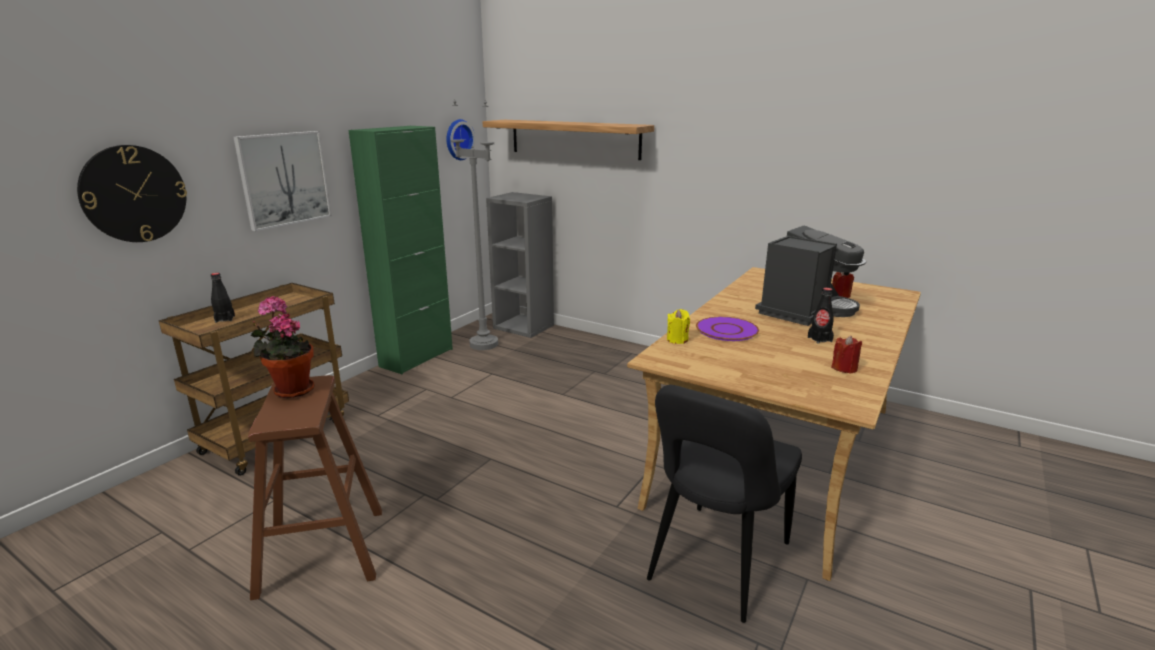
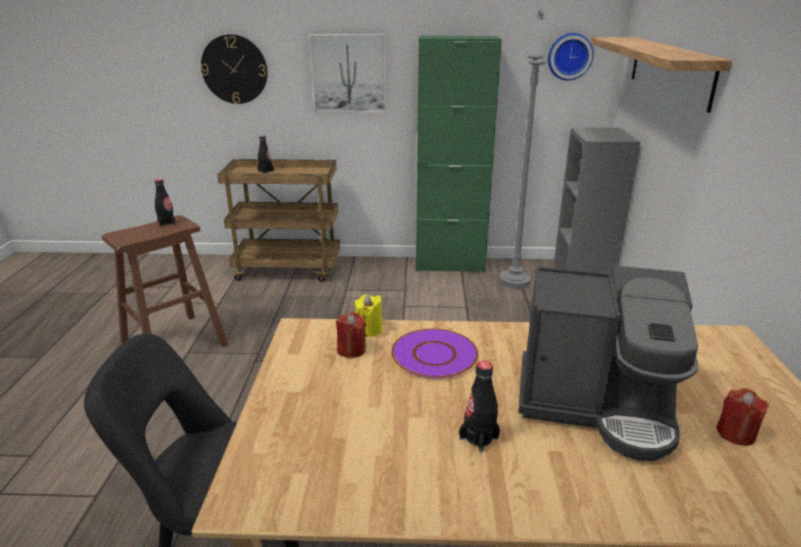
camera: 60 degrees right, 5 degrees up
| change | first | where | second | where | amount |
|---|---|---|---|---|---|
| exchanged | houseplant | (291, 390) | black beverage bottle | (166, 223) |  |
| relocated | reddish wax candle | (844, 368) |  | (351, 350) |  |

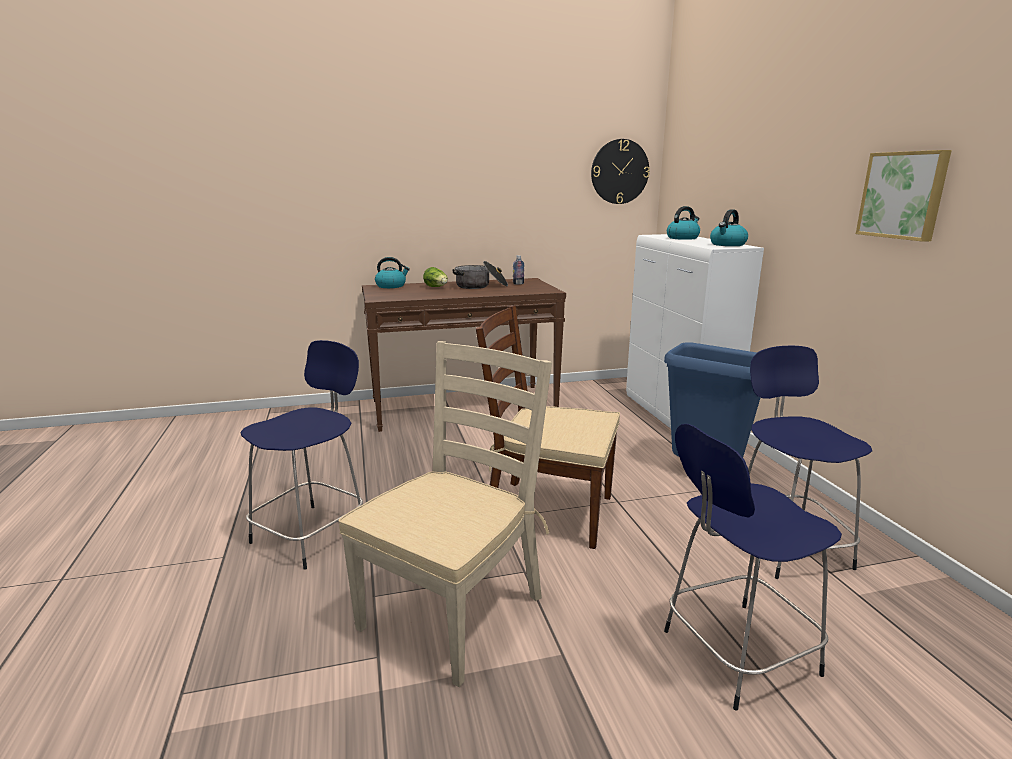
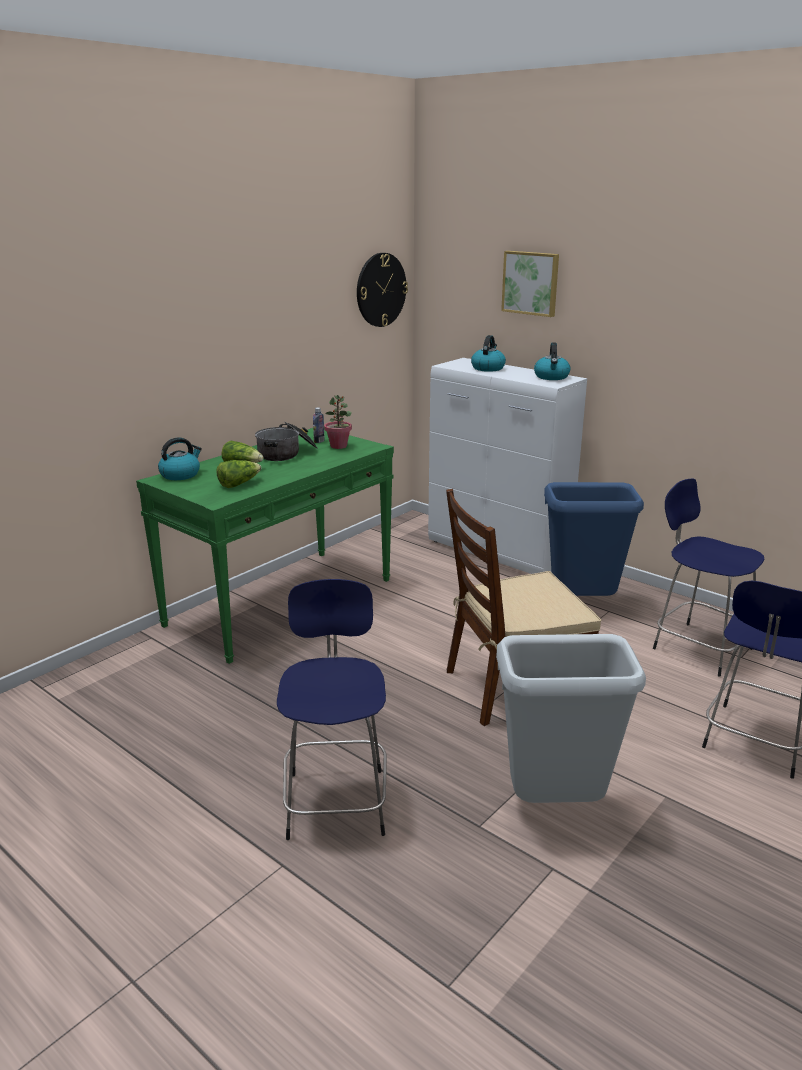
camera: 35 degrees left, 5 degrees up
| change | first | where | second | where | amount |
|---|---|---|---|---|---|
| exchanged | beige upright chair | (453, 611) | grey rubbish bin | (556, 805) |  |
| colour | brownish narrow table | (464, 406) | green-coloured narrow table | (281, 601) |  |
| relocated | wall art | (903, 195) |  | (531, 283) |  |
| appeared |  |  | lettuce head | (239, 484) |  |
| appeared |  |  | houseplant | (338, 446) |  |

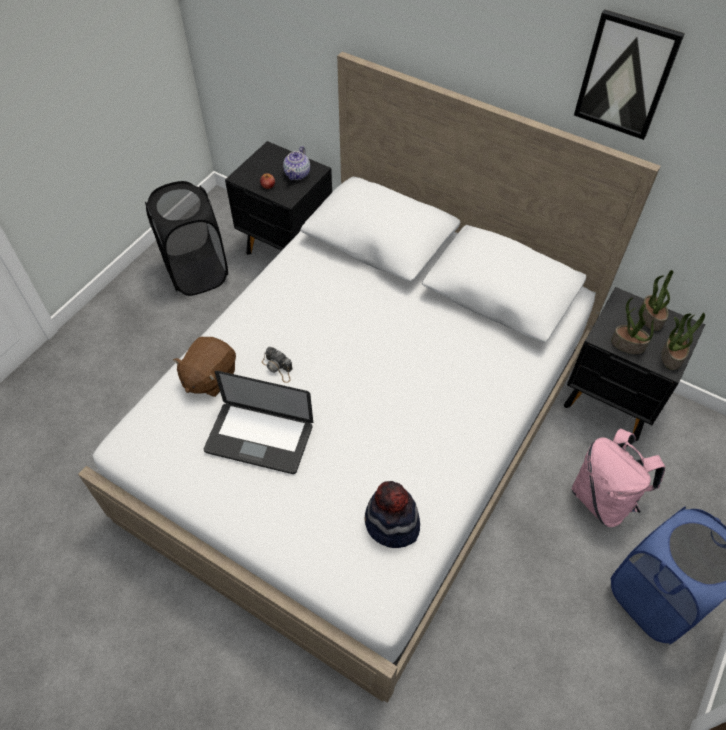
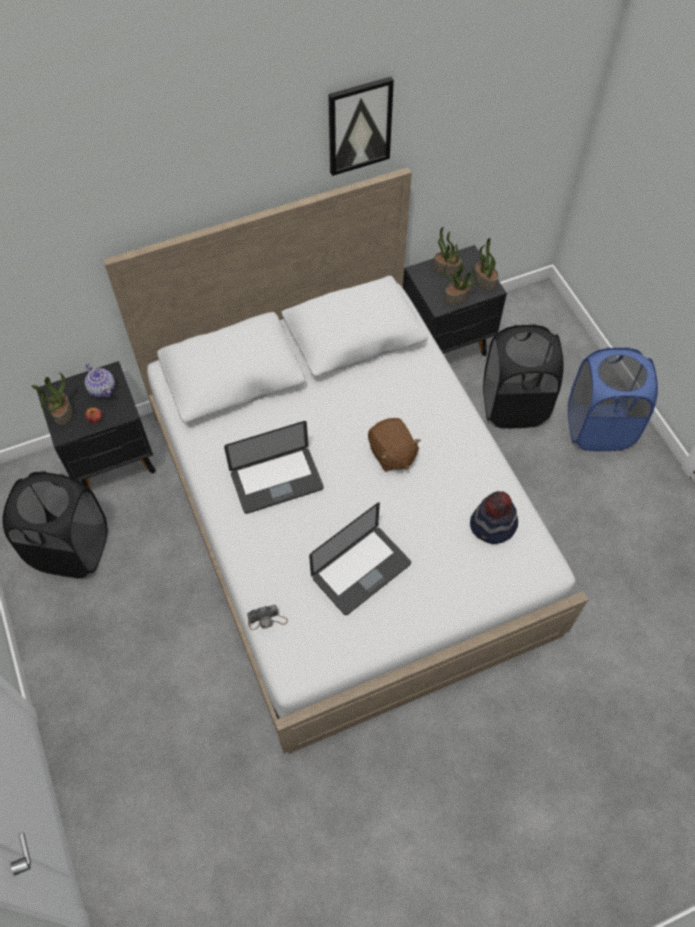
camera: 55 degrees left, 5 degrees up
| change | first | where | second | where | amount |
|---|---|---|---|---|---|
| relocated | brownish cuddly toy | (209, 377) |  | (391, 454) |  |
| relocated | photo camera | (278, 368) |  | (267, 620) |  |
| exchanged | pink-coloured backpack | (603, 499) | black hamper | (513, 405) |  |
| appeared |  |  | houseplant | (62, 412) |  |
| appeared |  |  | portable computer | (276, 481) |  |

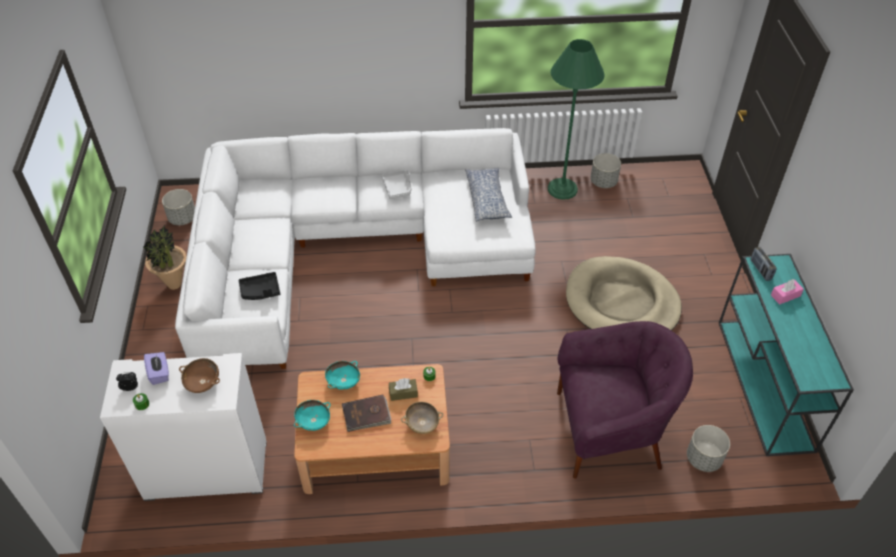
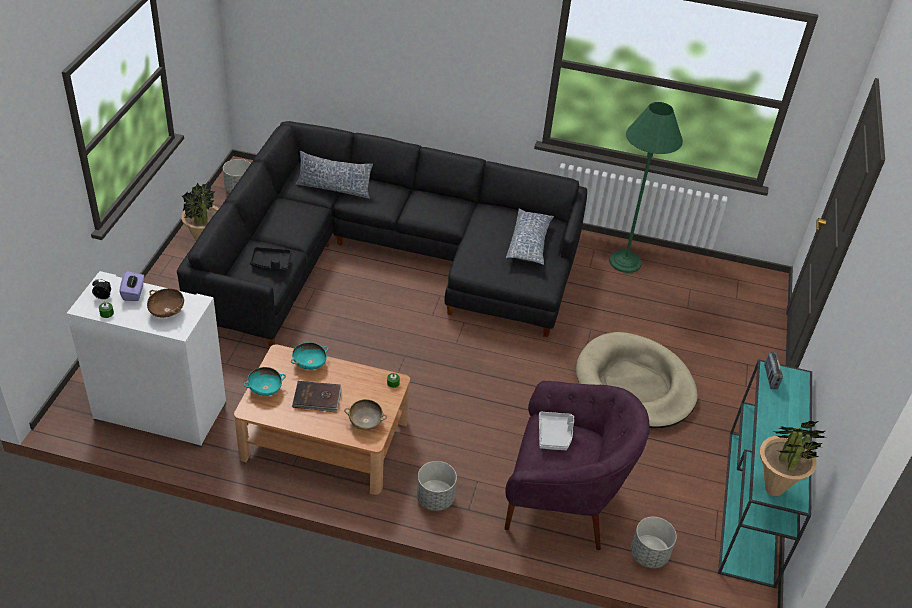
camera: 15 degrees right, 5 degrees down
| change | first | where | second | where | amount |
|---|---|---|---|---|---|
| colour | white-coloured sofa | (351, 247) | black sofa | (385, 258) |  |
| relocated | grey serving tray | (398, 188) |  | (555, 435) |  |
| missing | brownish tissue holder | (403, 393) |  |  |  |
| relocated | grey flower pot | (603, 182) |  | (435, 498) |  |
| missing | pink-coloured tissue holder | (785, 295) |  |  |  |
| appeared |  |  | throw pillow | (334, 188) |  |
| appeared |  |  | houseplant | (774, 489) |  |

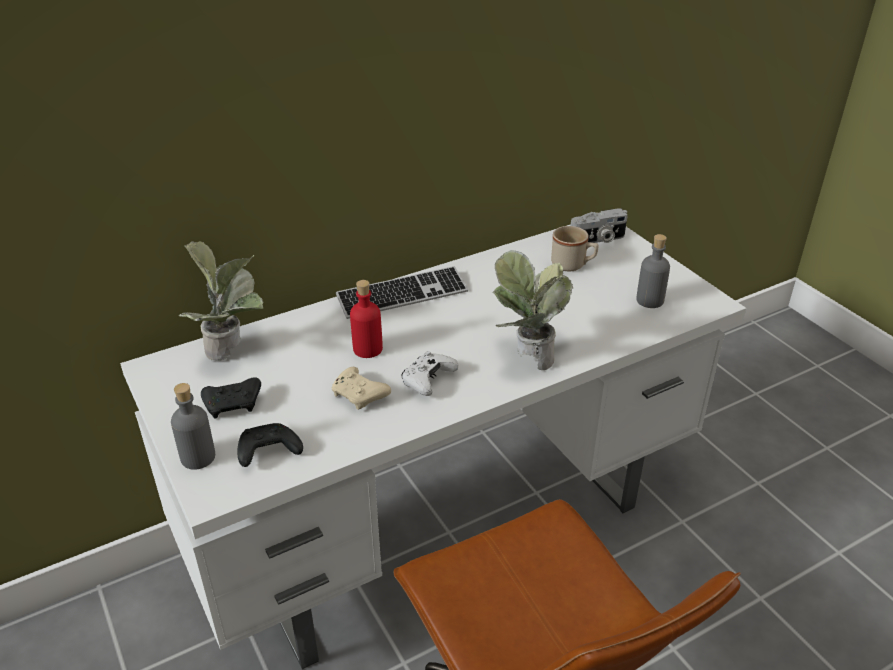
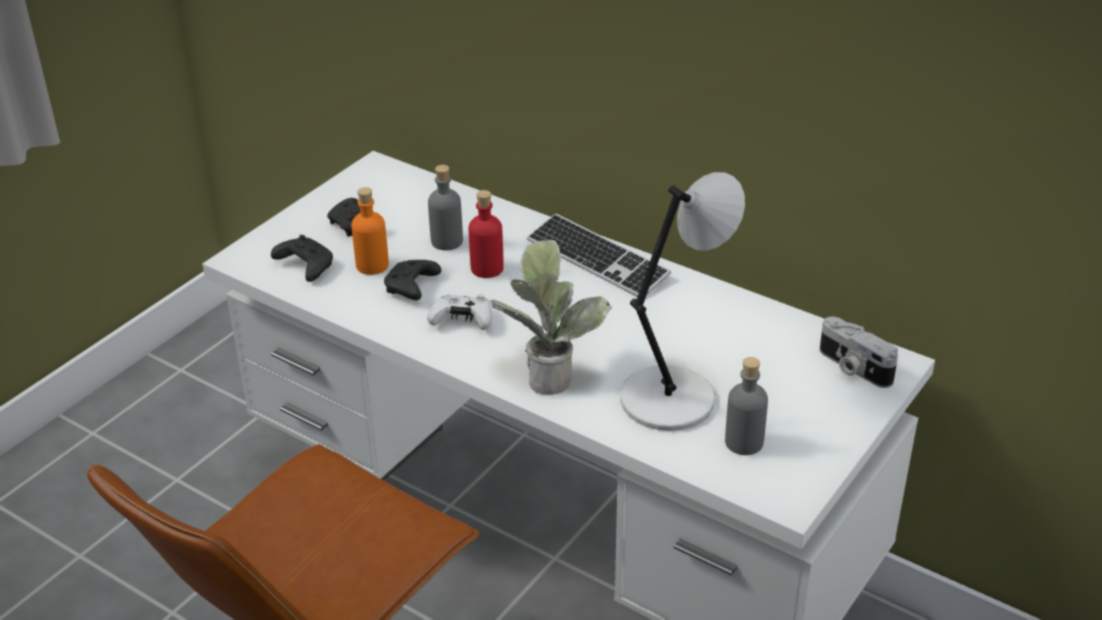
camera: 65 degrees right, 0 degrees up
| change | first | where | second | where | amount |
|---|---|---|---|---|---|
| relocated | grey beverage bottle | (198, 457) |  | (447, 241) |  |
| missing | houseplant | (233, 351) |  |  |  |
| colour | beige game controller | (360, 396) | black game controller | (411, 288) |  |
| missing | beige coffee mug | (573, 265) |  |  |  |
| appeared |  |  | orange beverage bottle | (372, 265) |  |
| appeared |  |  | grey lamp for a table | (672, 397) |  |

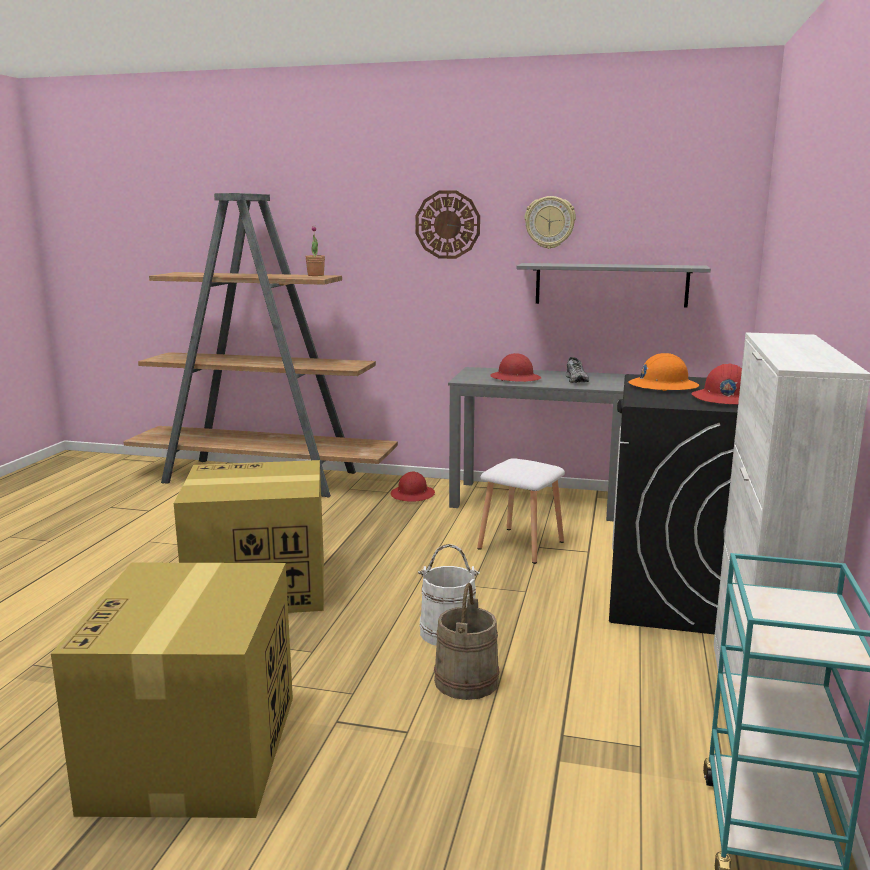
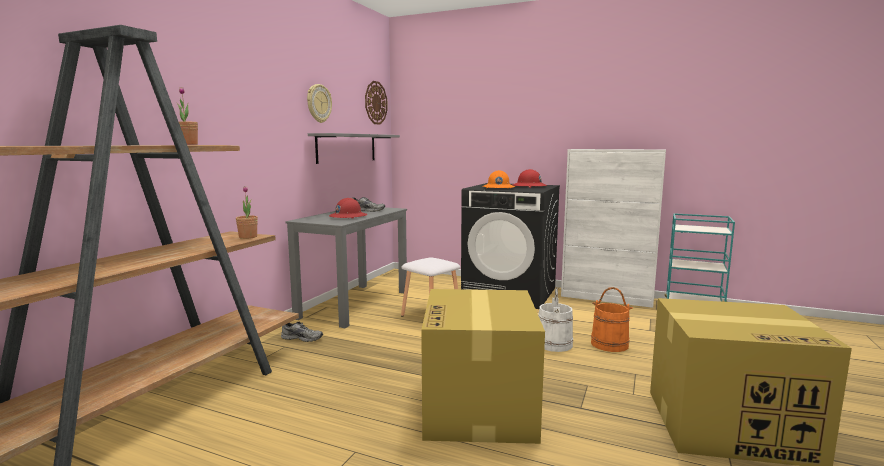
camera: 80 degrees left, 5 degrees down
| change | first | where | second | where | amount |
|---|---|---|---|---|---|
| exchanged | reddish hard hat | (413, 494) | grey item of footwear | (303, 338) |  |
| relocated | clock on the wall | (447, 224) |  | (375, 103) |  |
| colour | beige bucket | (467, 681) | orange bucket | (609, 344) |  |
| appeared |  |  | houseplant | (248, 237) |  |

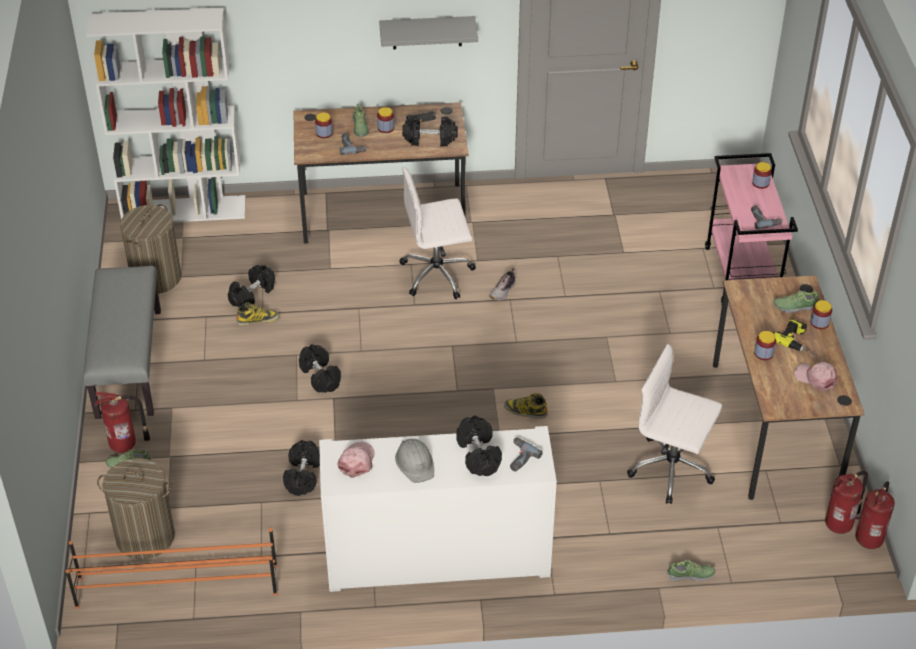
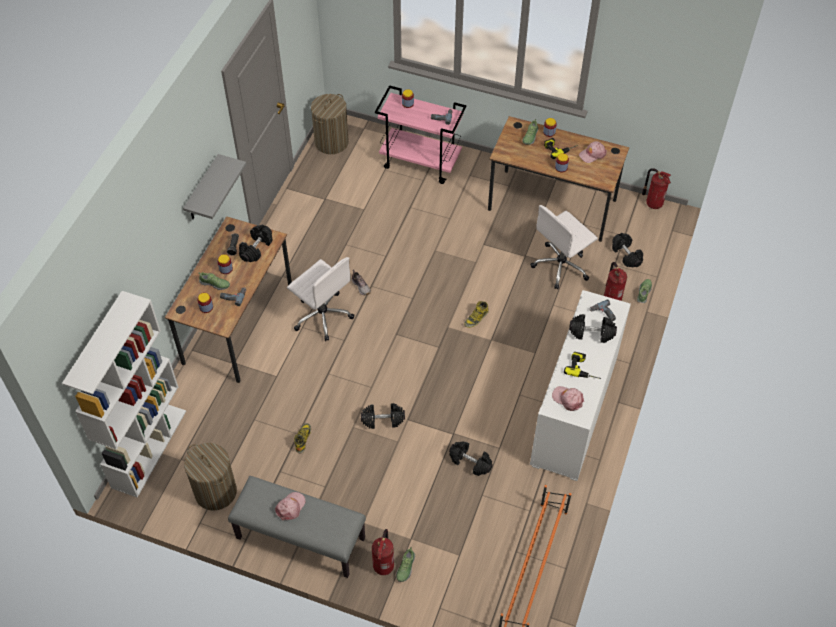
camera: 65 degrees left, 10 degrees up
| change | first | where | second | where | amount |
|---|---|---|---|---|---|
| relocated | hamper | (145, 536) |  | (331, 142) |  |
| relocated | black hand weight | (252, 294) |  | (626, 255) |  |
| exchanged | grey hard hat | (415, 463) | drill | (583, 368) |  |
| spun | white-coloured office chair | (438, 274) |  | (322, 315) | 60 degrees counterclockwise |
| relocated | fire-fighting cylinder | (840, 524) |  | (612, 298) |  |
| appeared |  |  | pink-coloured baseball cap | (290, 507) |  |

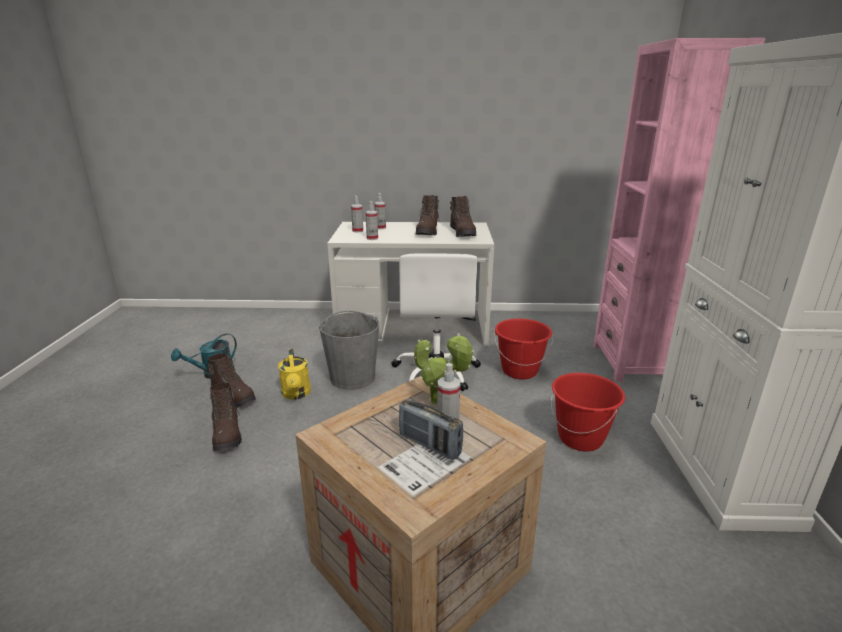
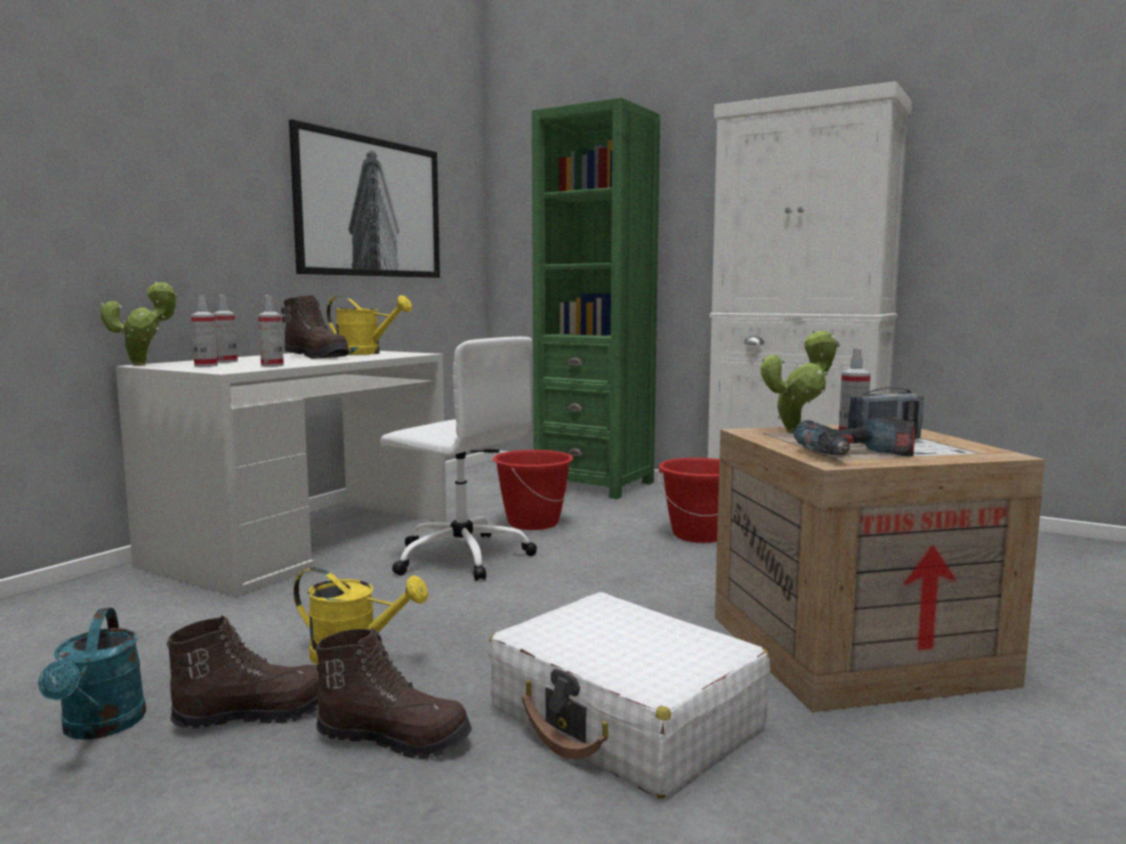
camera: 60 degrees left, 15 degrees down
| change | first | where | second | where | amount |
|---|---|---|---|---|---|
| missing | grey bucket | (352, 377) |  |  |  |
| exchanged | brownish boot | (463, 233) | yellow-coloured watering pot | (366, 353) |  |
| colour | pink-coloured bookshelf | (635, 362) | green-coloured bookshelf | (594, 484) |  |
| appeared |  |  | houseplant | (144, 365) |  |
| appeared |  |  | wall art | (370, 207) |  |
| appeared |  |  | white-coloured suitcase | (626, 719) |  |
| appeared |  |  | drill | (855, 455) |  |

